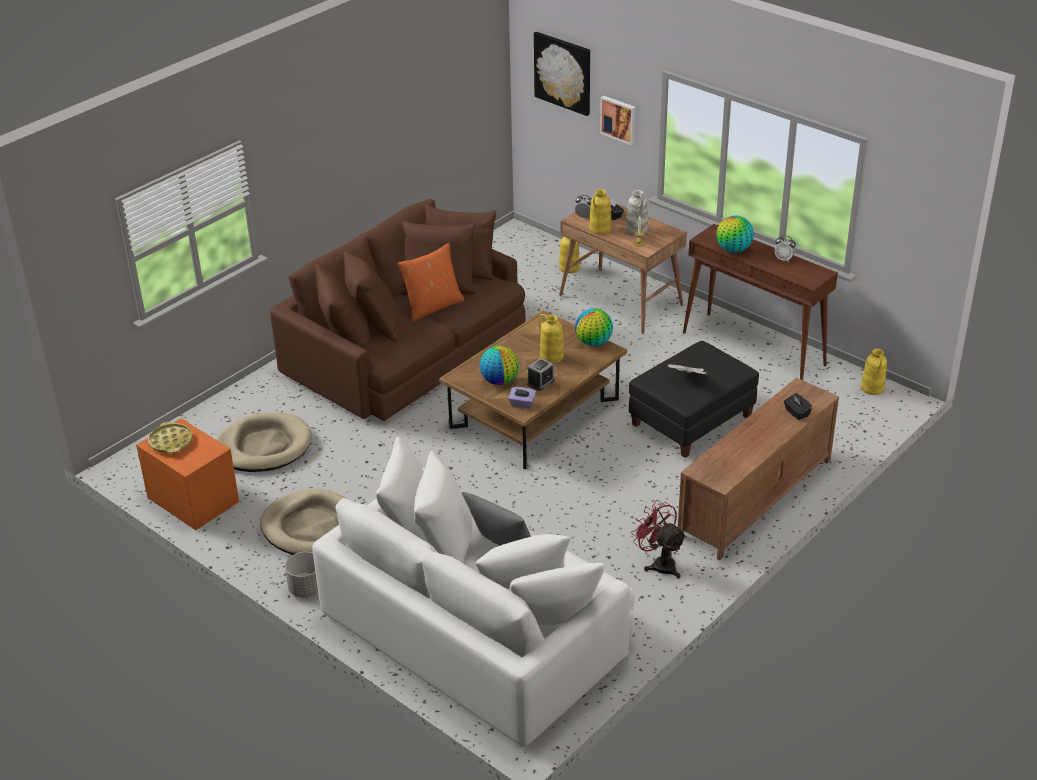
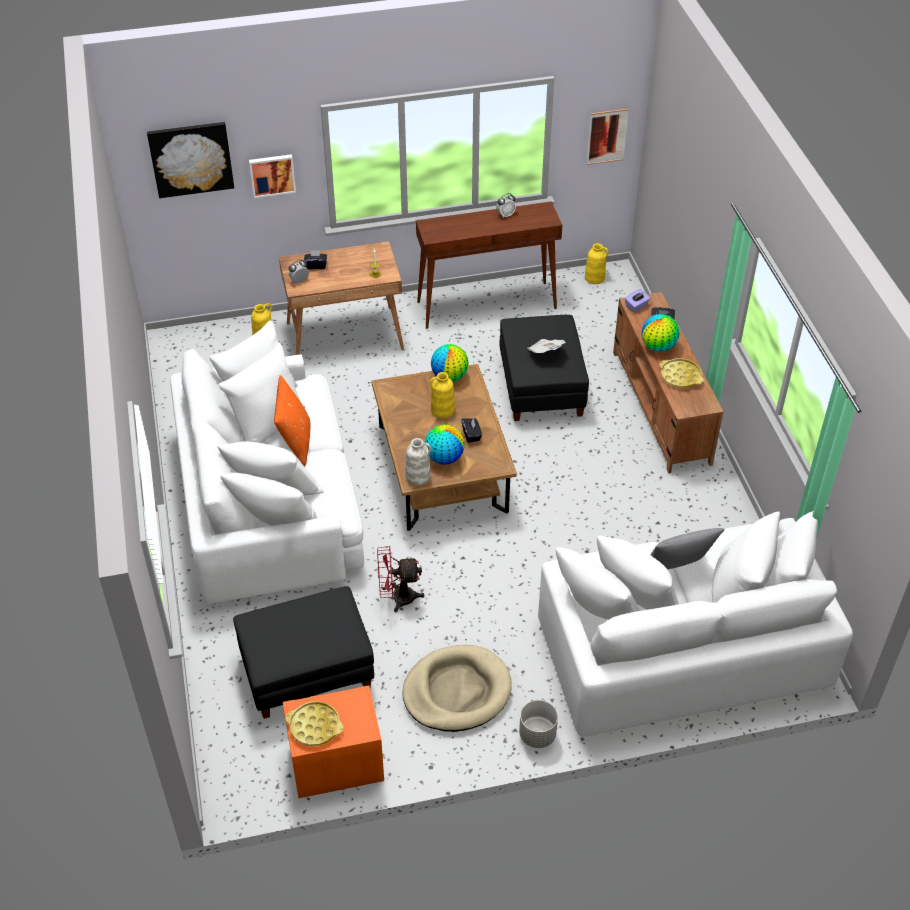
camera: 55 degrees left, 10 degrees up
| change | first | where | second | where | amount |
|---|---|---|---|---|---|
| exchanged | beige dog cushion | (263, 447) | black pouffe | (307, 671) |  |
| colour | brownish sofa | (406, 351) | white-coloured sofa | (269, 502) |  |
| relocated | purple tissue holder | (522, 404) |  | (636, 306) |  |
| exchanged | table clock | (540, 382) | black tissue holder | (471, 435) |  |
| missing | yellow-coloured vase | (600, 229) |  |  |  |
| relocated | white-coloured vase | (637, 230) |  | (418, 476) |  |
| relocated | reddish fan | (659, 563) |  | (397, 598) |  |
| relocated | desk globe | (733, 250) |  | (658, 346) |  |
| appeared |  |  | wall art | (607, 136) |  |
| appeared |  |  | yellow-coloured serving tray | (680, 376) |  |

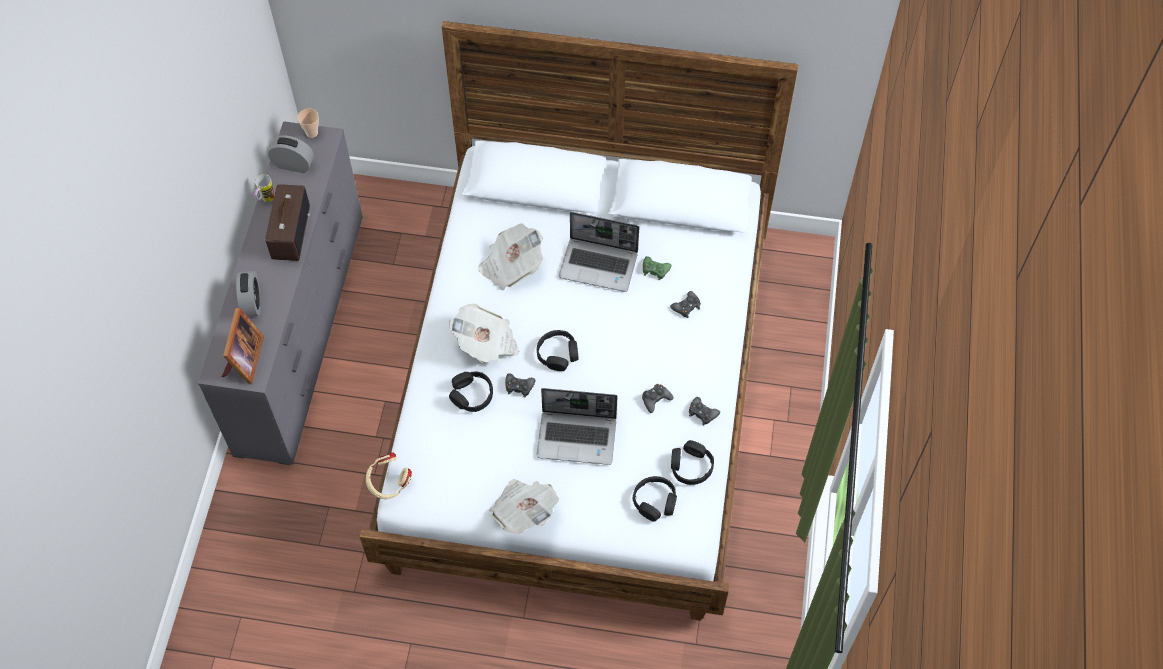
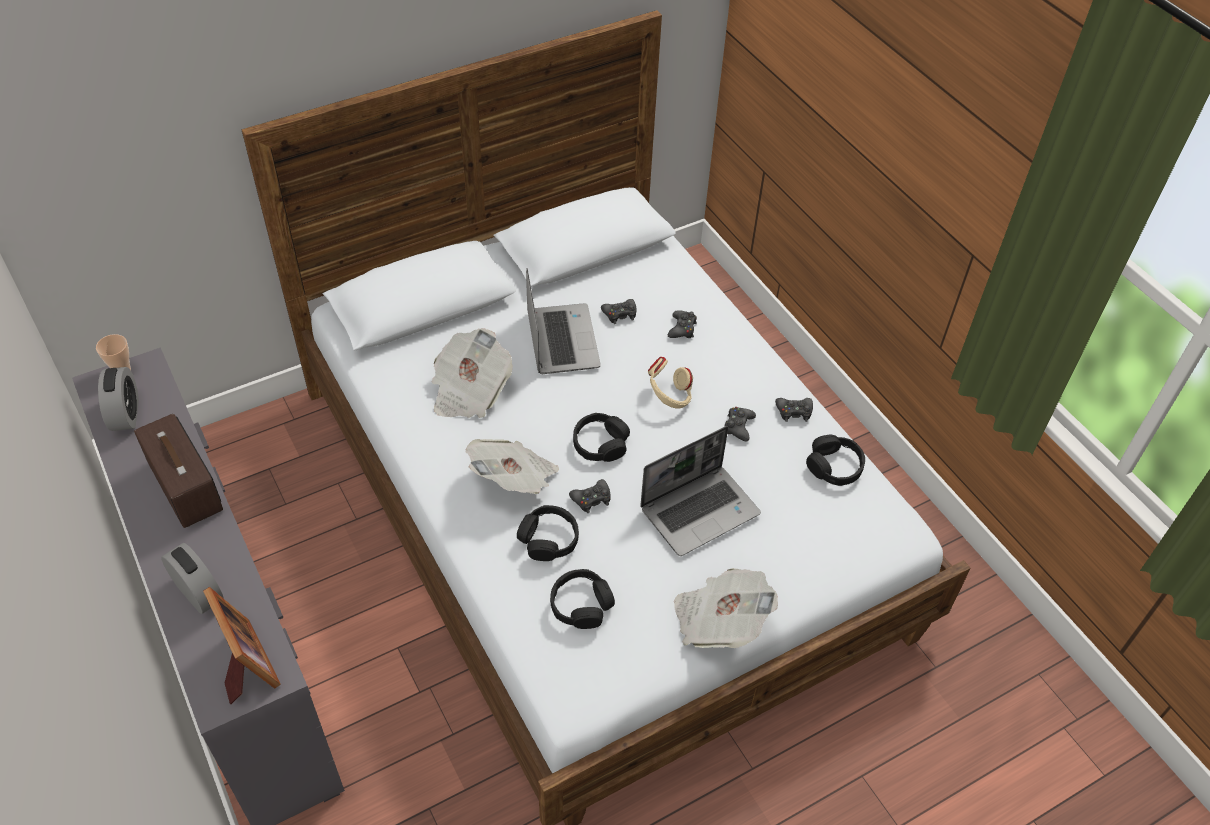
camera: 40 degrees left, 10 degrees down
| change | first | where | second | where | amount |
|---|---|---|---|---|---|
| missing | coffee mug | (265, 200) |  |  |  |
| spun | table clock | (293, 165) |  | (126, 414) | 105 degrees clockwise |
| relocated | beige pair of headphones | (388, 484) |  | (669, 397) |  |
| spun | portable computer | (599, 265) |  | (561, 339) | 75 degrees counterclockwise |
| relocated | black pair of headphones | (655, 501) |  | (581, 605) |  |
| colour | green-coloured game controller | (655, 270) | black game controller | (620, 314) |  |

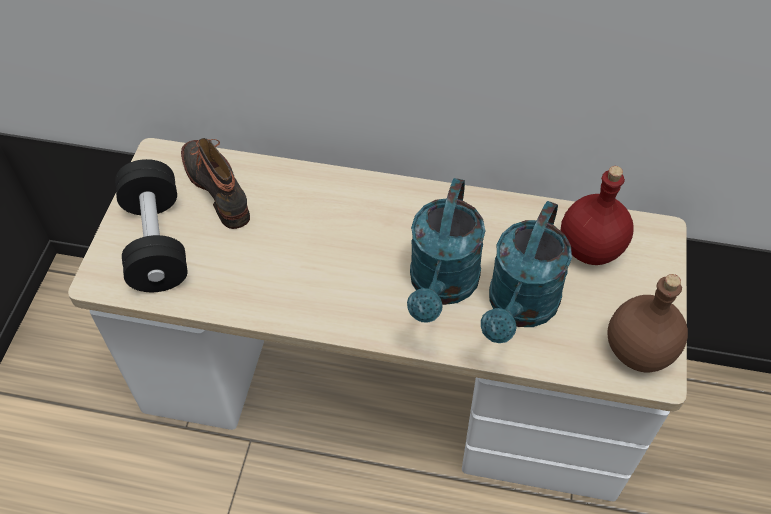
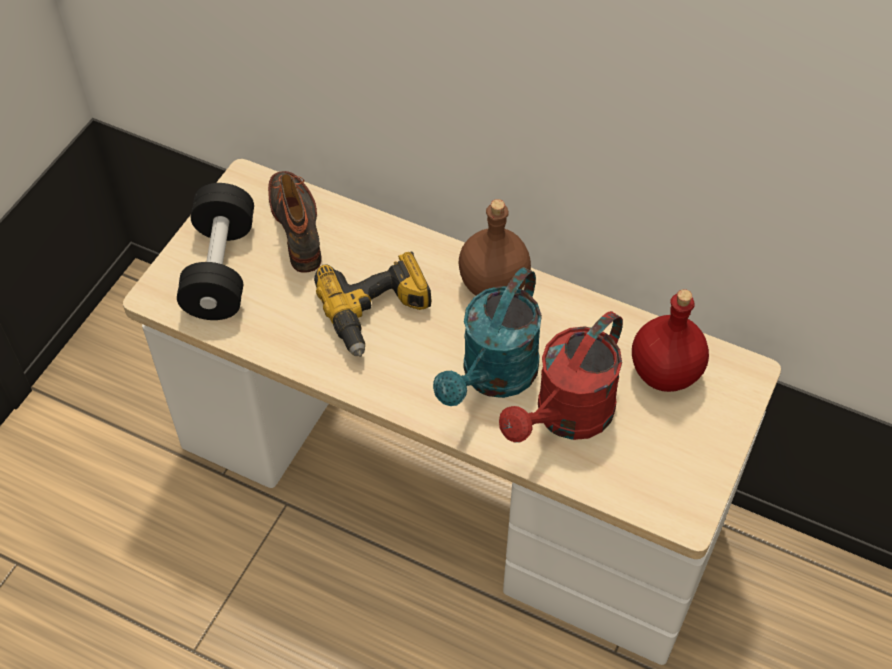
camera: 15 degrees right, 0 degrees up
| change | first | where | second | where | amount |
|---|---|---|---|---|---|
| colour | turquoise-coloured watering pot | (519, 308) | reddish watering pot | (566, 418) |  |
| relocated | brownish beverage bottle | (639, 352) |  | (493, 286) |  |
| appeared |  |  | drill | (377, 312) |  |

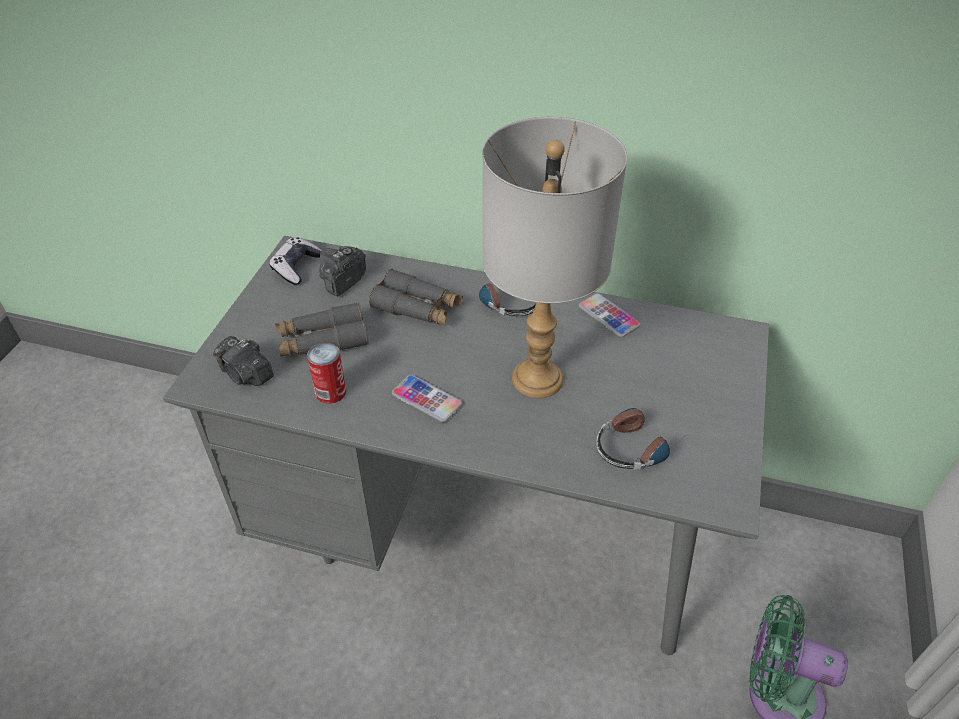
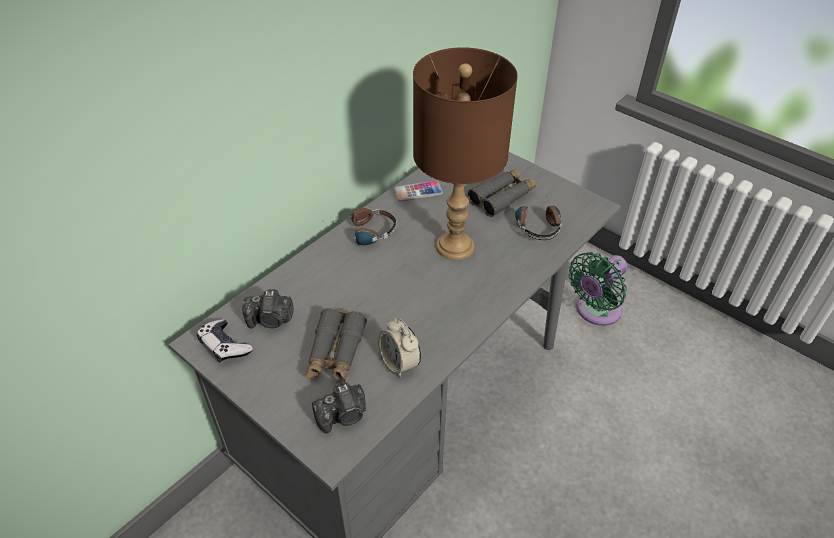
camera: 65 degrees left, 0 degrees up
| change | first | where | second | where | amount |
|---|---|---|---|---|---|
| exchanged | sealed can | (330, 392) | table clock | (399, 363) |  |
| spun | photo camera | (343, 282) |  | (271, 320) | 60 degrees counterclockwise |
| relocated | grey field glasses | (417, 308) |  | (502, 197) |  |
| missing | telephone | (427, 399) |  |  |  |
| colour | grey lamp for a table | (538, 378) | brownish lamp for a table | (455, 245) |  |

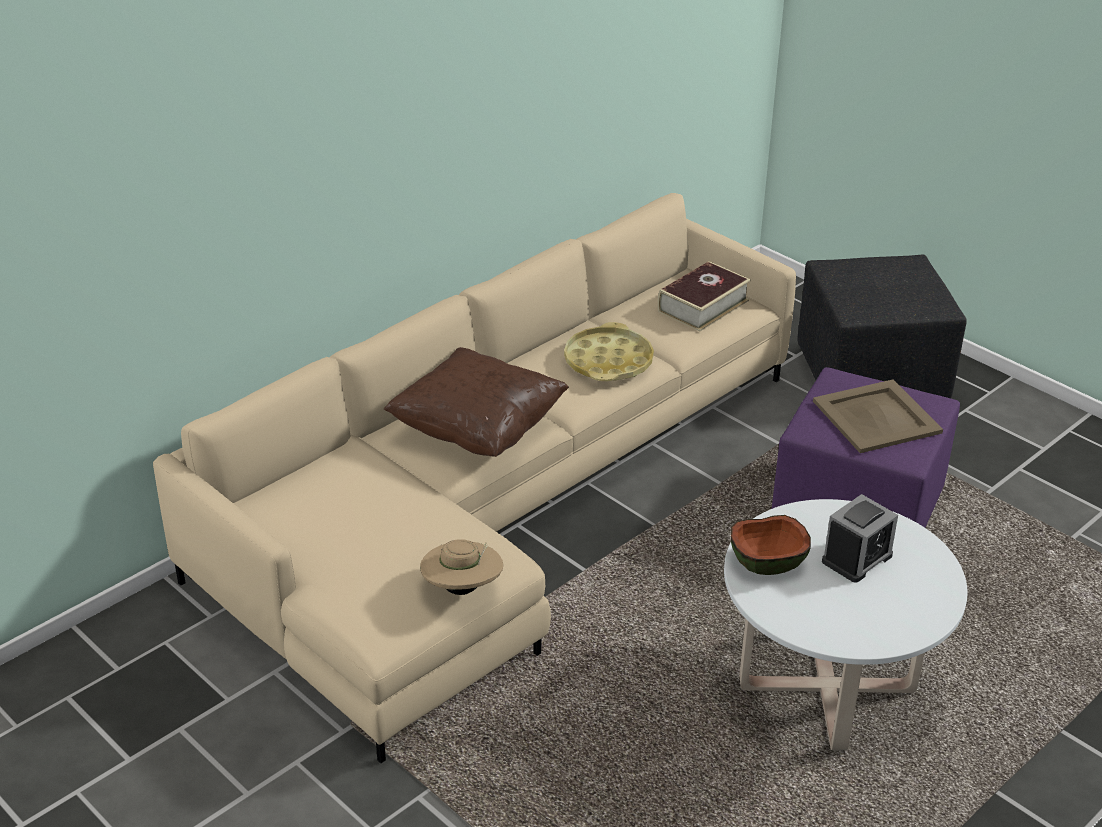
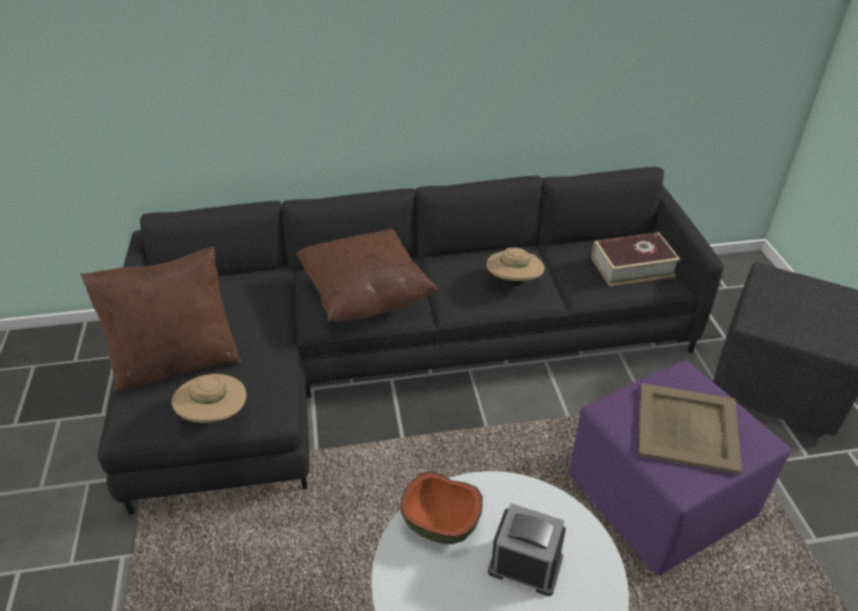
camera: 35 degrees right, 5 degrees up
| change | first | where | second | where | amount |
|---|---|---|---|---|---|
| colour | beige sofa | (496, 501) | black sofa | (394, 355) |  |
| exchanged | yellow-coloured serving tray | (608, 361) | beige clothing hat | (513, 282) |  |
| spun | table clock | (857, 558) |  | (525, 565) | 150 degrees counterclockwise |
| appeared |  |  | brownish throw pillow | (177, 361) |  |

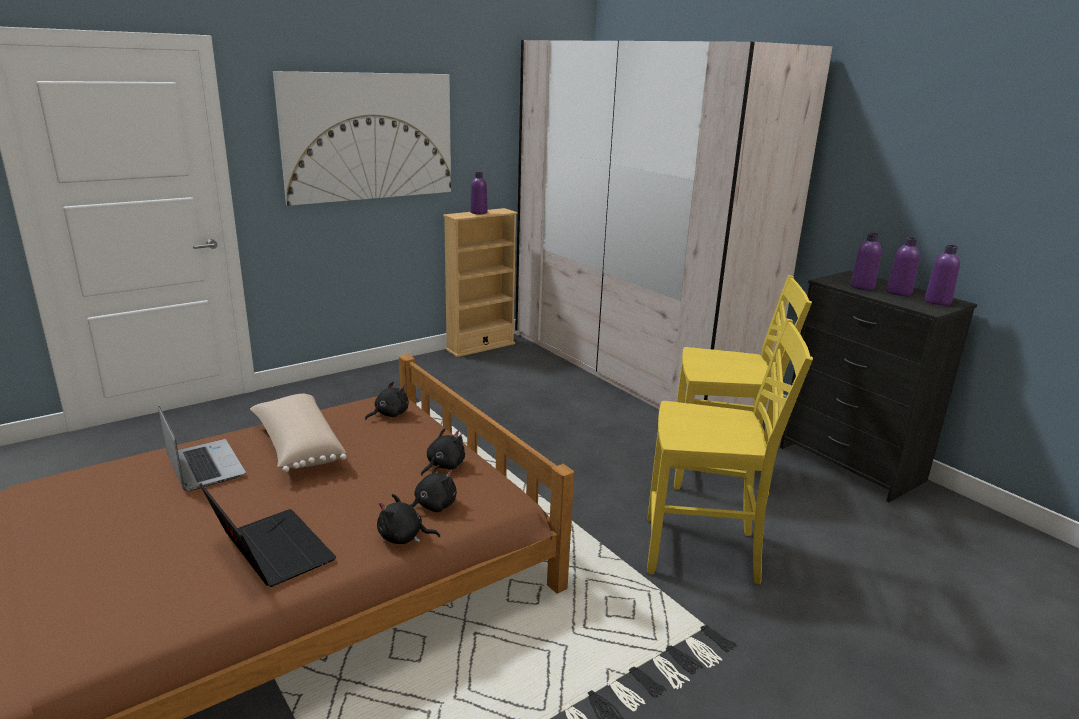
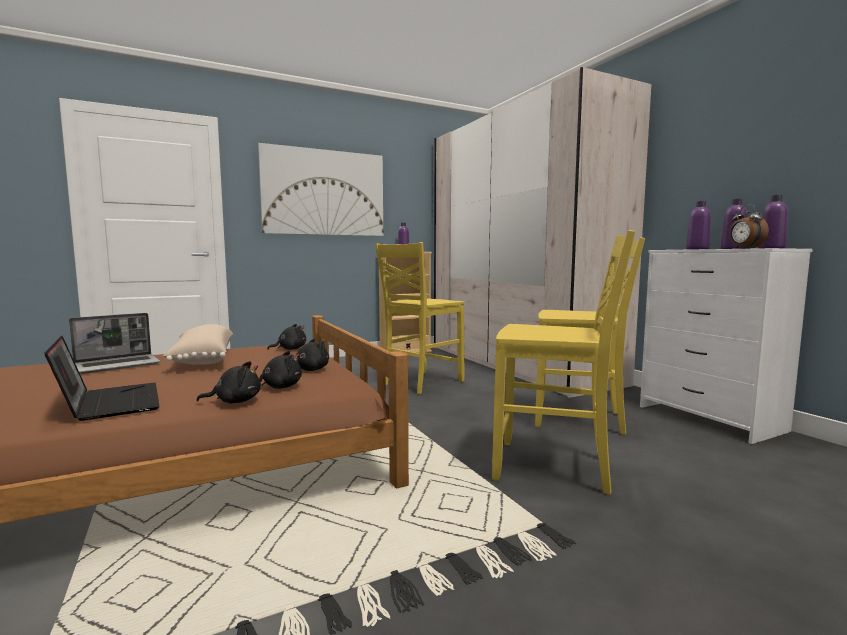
camera: 10 degrees right, 15 degrees down
| change | first | where | second | where | amount |
|---|---|---|---|---|---|
| spun | portable computer | (204, 466) |  | (118, 365) | 75 degrees clockwise |
| spun | black cuddly toy | (403, 537) |  | (235, 401) | 150 degrees clockwise |
| colour | black chest of drawers | (850, 464) | white-coloured chest of drawers | (709, 418) |  |
| appeared |  |  | yellow-coloured upright chair | (421, 383) |  |
| appeared |  |  | table clock | (745, 248) |  |

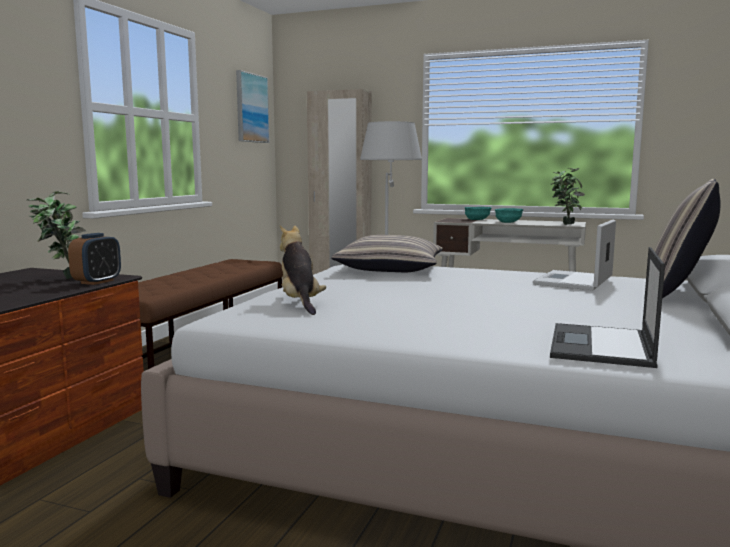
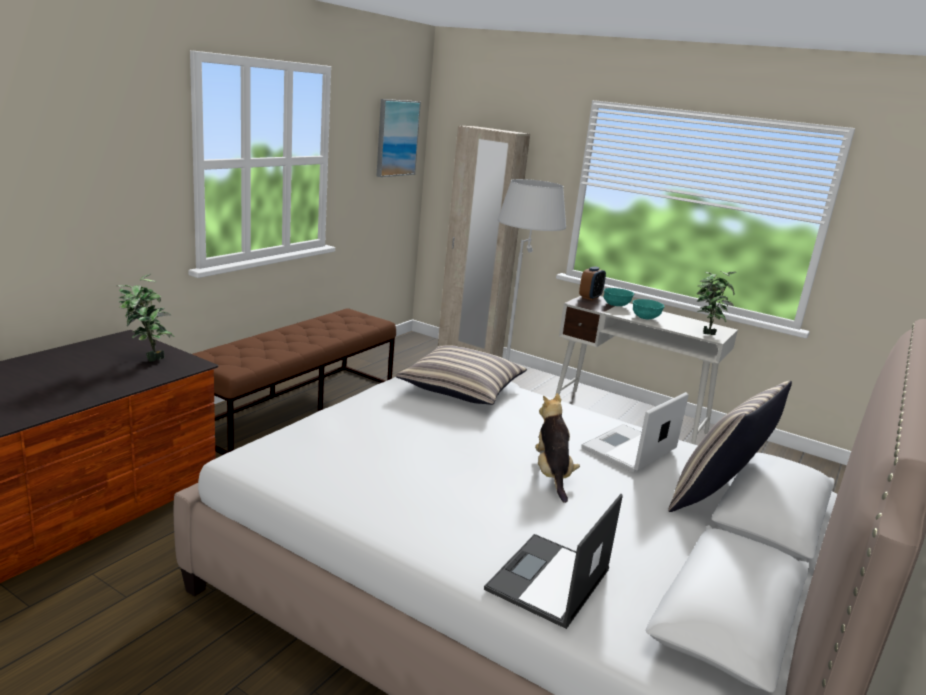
camera: 10 degrees right, 10 degrees up
| change | first | where | second | where | amount |
|---|---|---|---|---|---|
| relocated | table clock | (97, 282) |  | (590, 297) |  |
| relocated | cuddly toy | (300, 303) |  | (551, 474) |  |

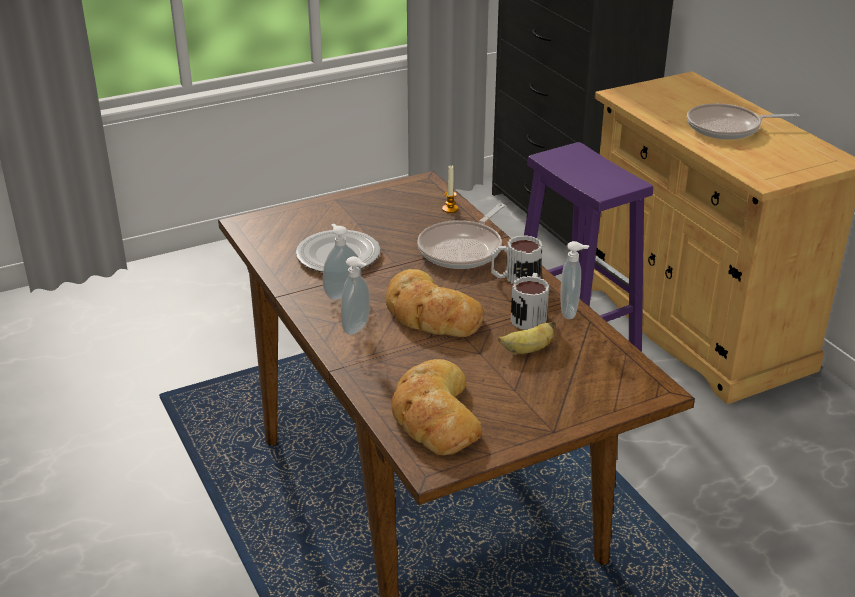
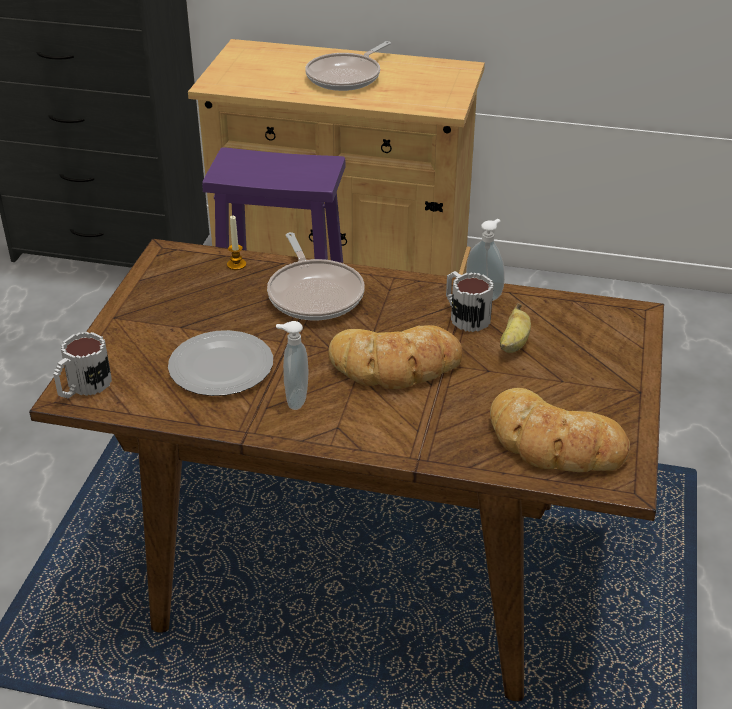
camera: 50 degrees left, 5 degrees up
| change | first | where | second | where | amount |
|---|---|---|---|---|---|
| missing | soap dispenser | (358, 328) |  |  |  |
| relocated | coffee mug | (515, 277) |  | (83, 387) |  |

